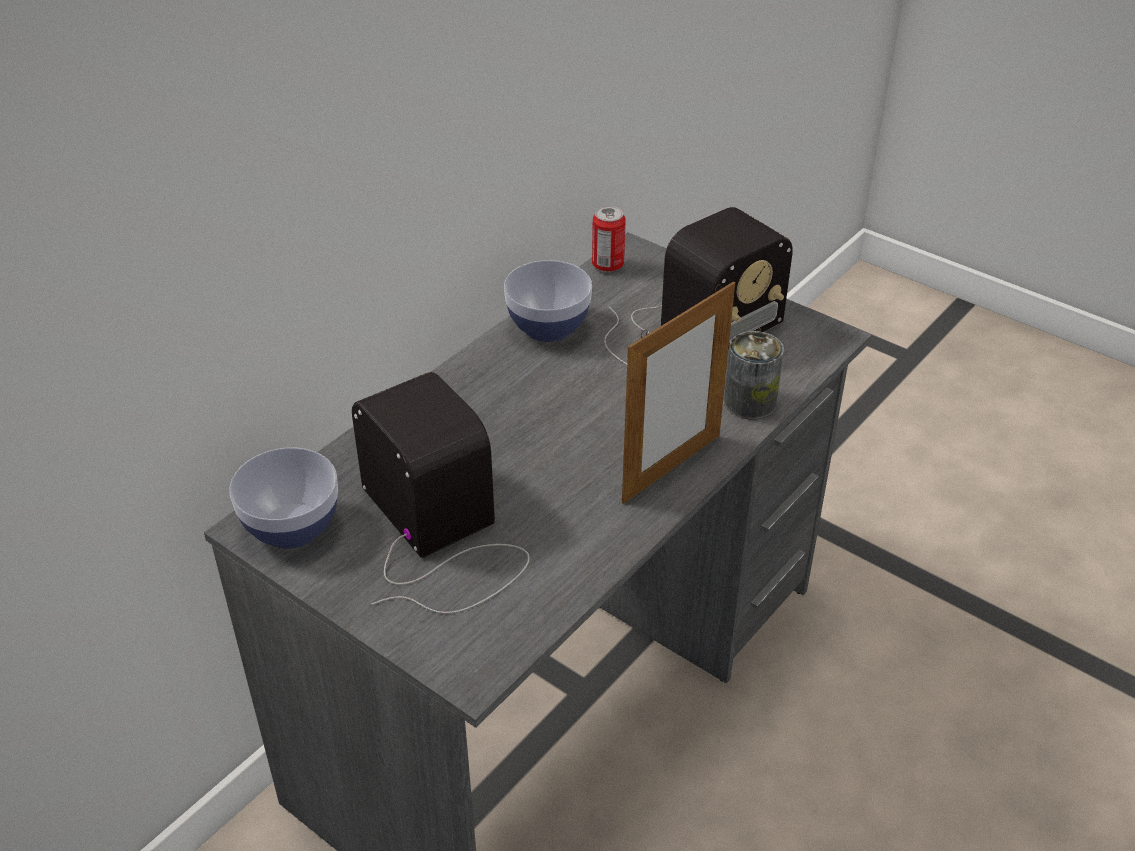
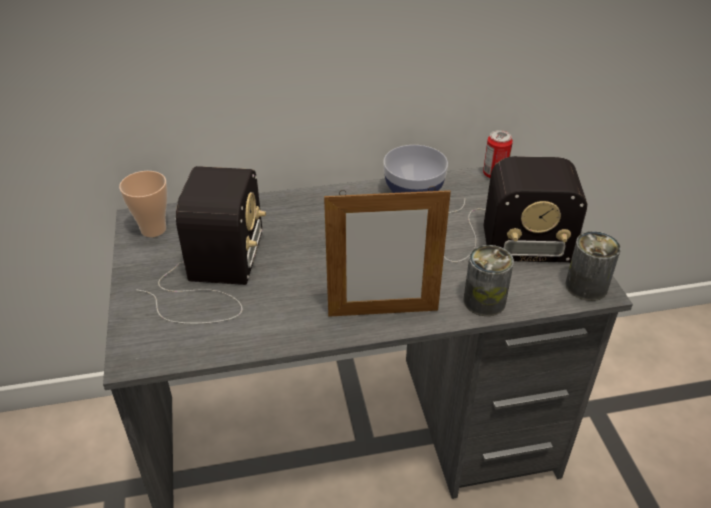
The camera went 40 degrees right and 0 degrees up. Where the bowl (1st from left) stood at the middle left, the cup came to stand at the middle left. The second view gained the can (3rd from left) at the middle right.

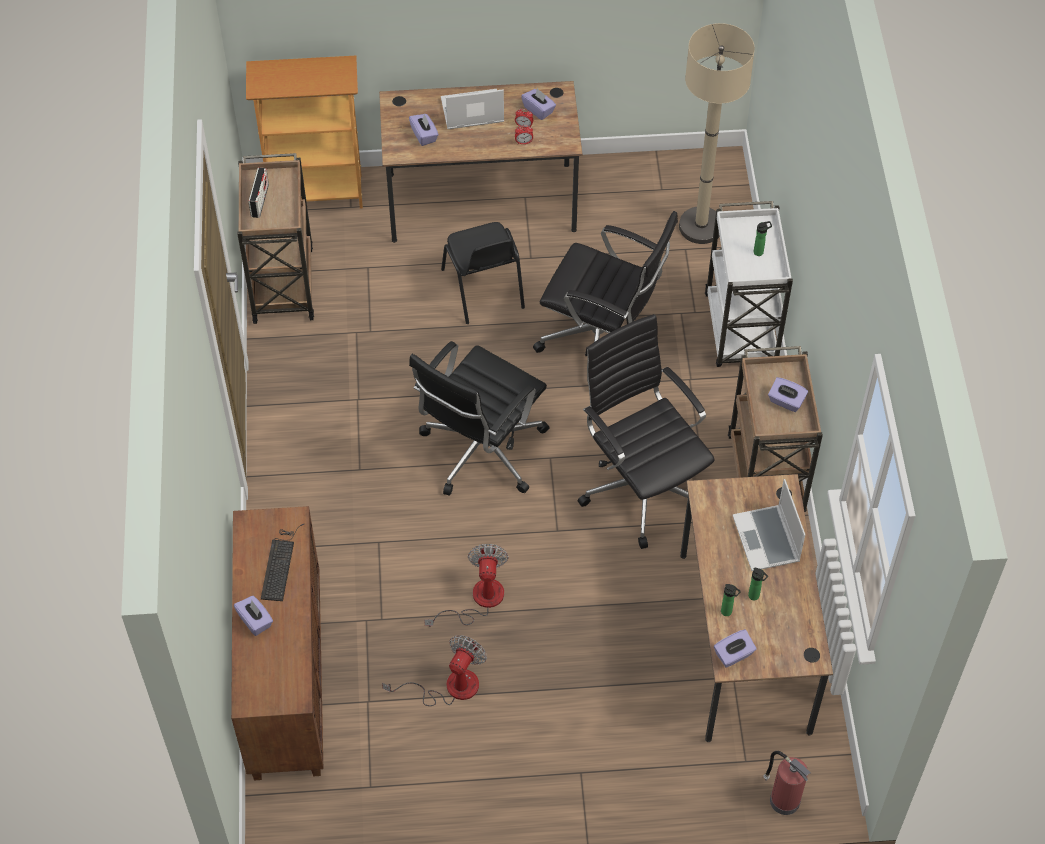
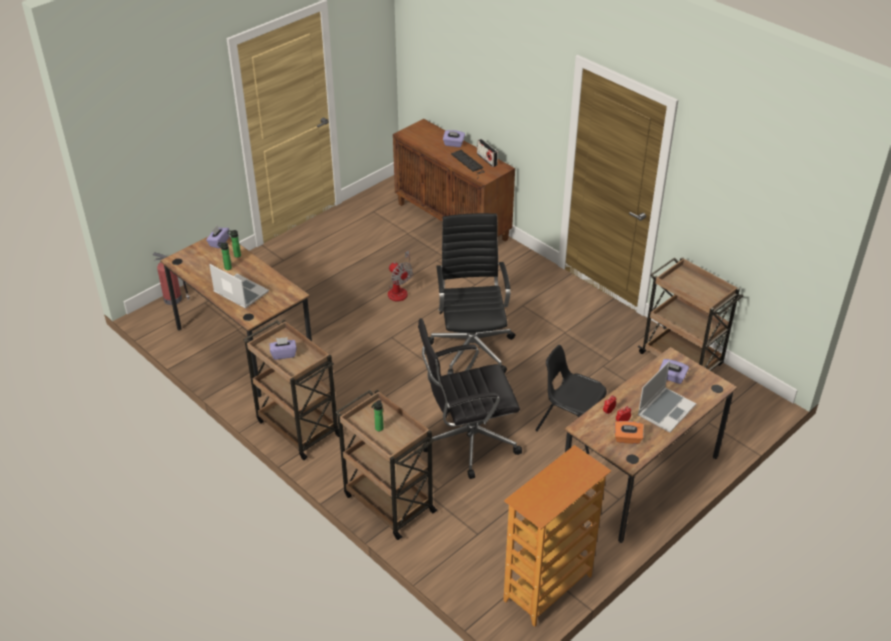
The camera went 140 degrees right and 15 degrees down. What was the white cart at the middle right turned into the brown cart (2nd from left) at the bottom centre. The radio ended up elsewhere, having gone from the top left to the top centre. The bookcase ended up elsewhere, having gone from the top left to the bottom centre. What was the purple tissue box (3rd from left) at the top centre turned into the orange tissue box at the bottom right. The second view lost the fan (1st from left) at the bottom centre. The second view lost the black office chair (3rd from left) at the centre. The second view lost the beige floor lamp at the top right.

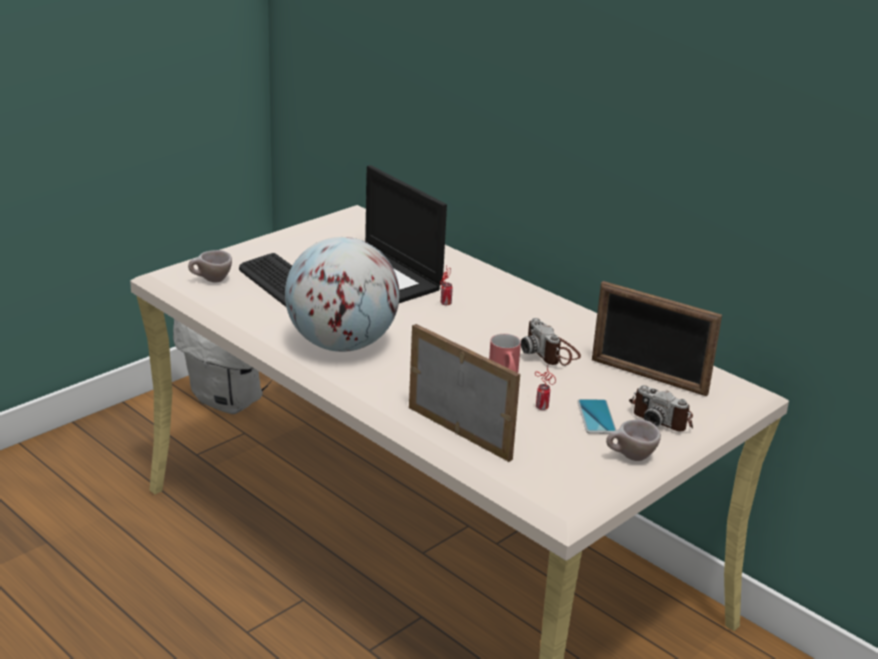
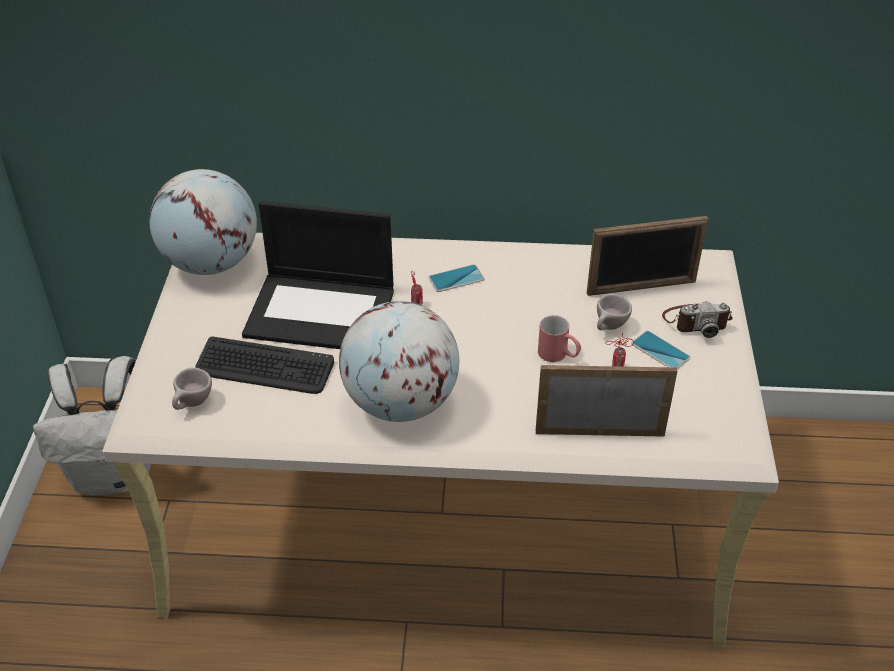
The camera went 40 degrees left and 15 degrees up. The second view gained the globe (1st from left) at the top left. The second view gained the phone (1st from left) at the centre. The beige cup (2nd from left) ended up elsewhere, having gone from the bottom right to the middle right. The second view lost the photo camera (1st from left) at the centre.

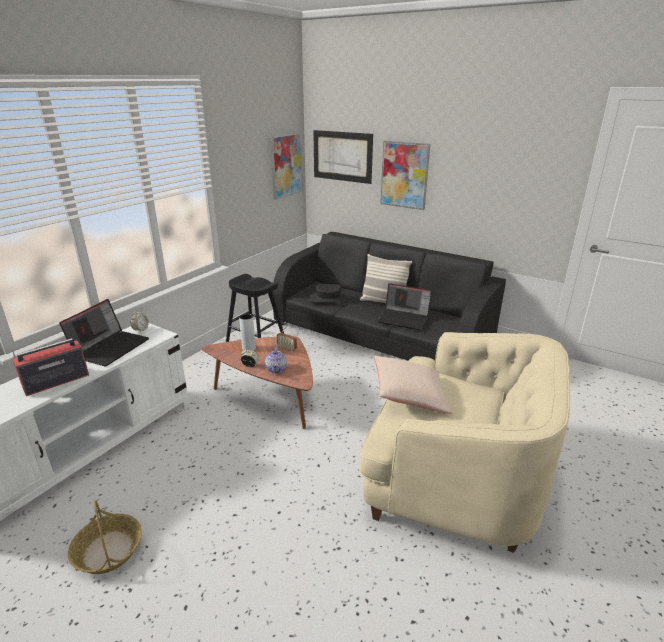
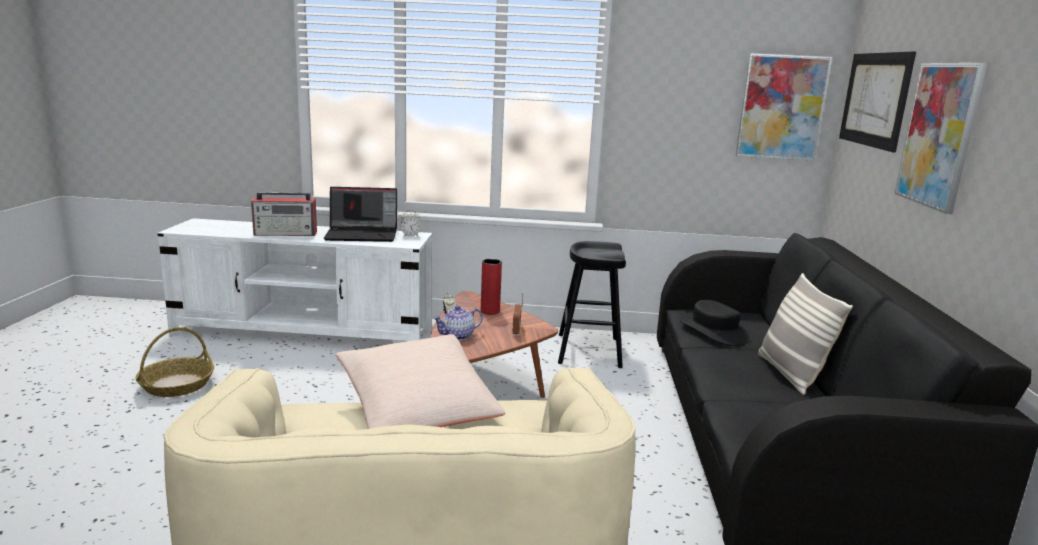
The camera went 60 degrees right and 10 degrees down. The radio (1st from left) at the middle left ended up facing another way, 150 degrees clockwise from before. What was the grey vase at the centre turned into the red vase at the centre. The second view lost the laptop (2nd from left) at the centre.

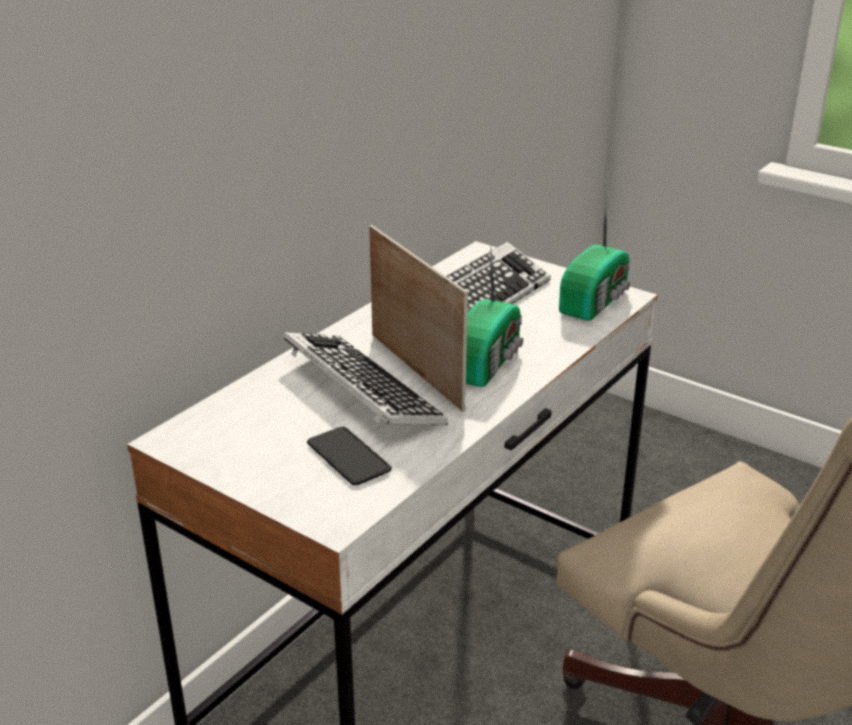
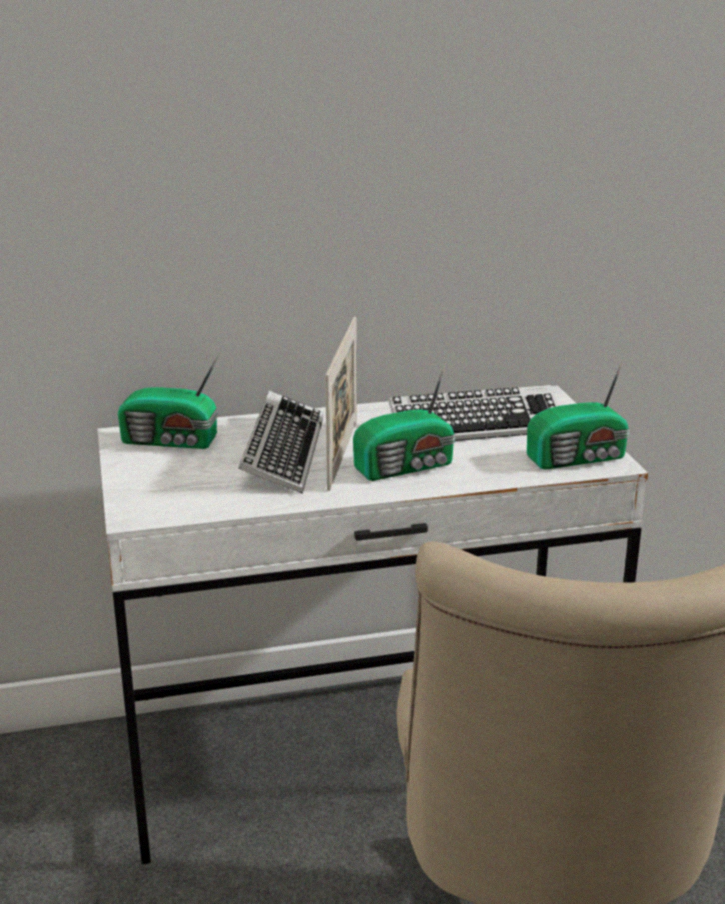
The camera went 40 degrees right and 5 degrees down. The second view gained the radio (1st from left) at the middle left. The second view lost the phone at the centre.

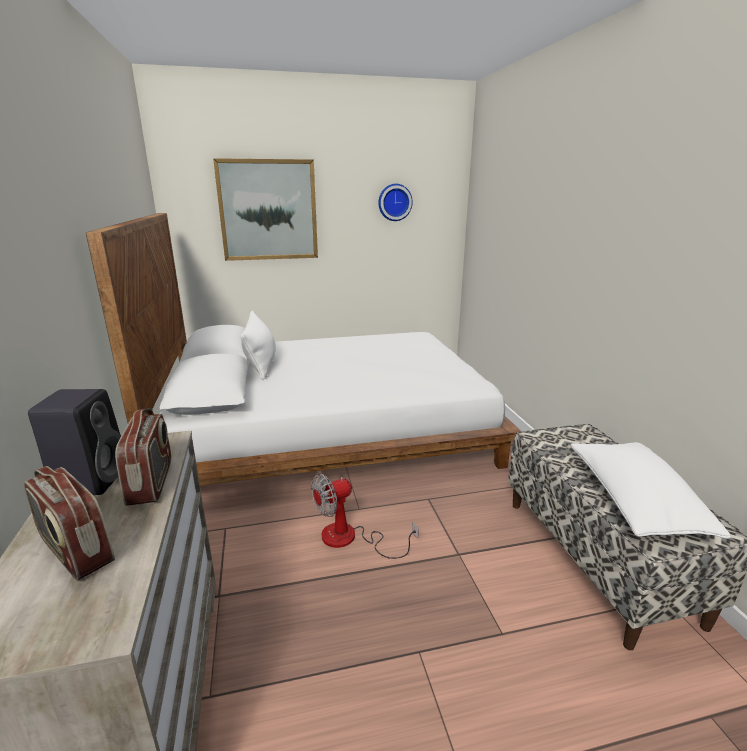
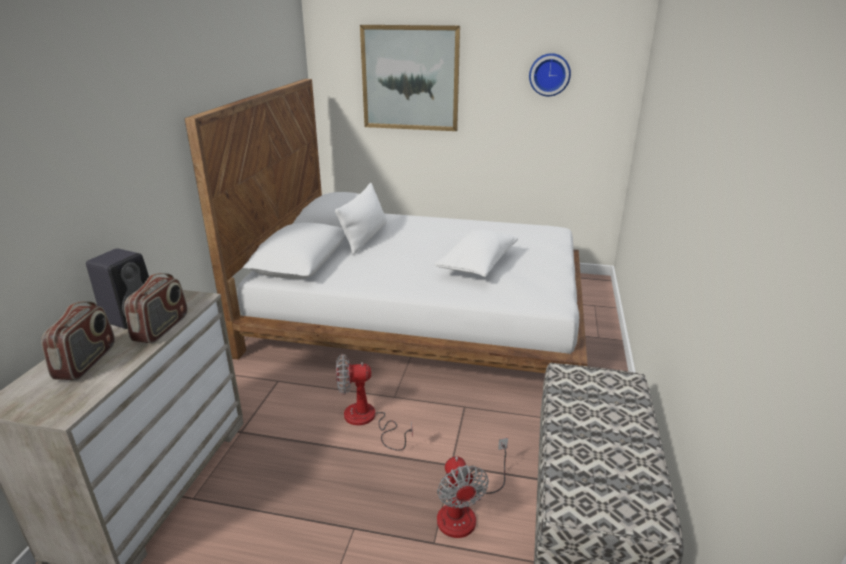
The camera went 25 degrees right and 5 degrees up. The radio (1st from left) at the bottom left ended up facing another way, 150 degrees counterclockwise from before. The white pillow (2nd from left) ended up elsewhere, having gone from the middle right to the centre. The second view gained the fan (2nd from left) at the bottom centre.

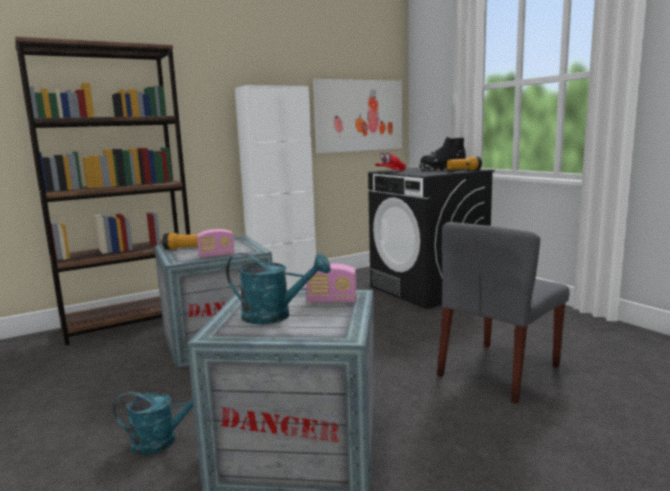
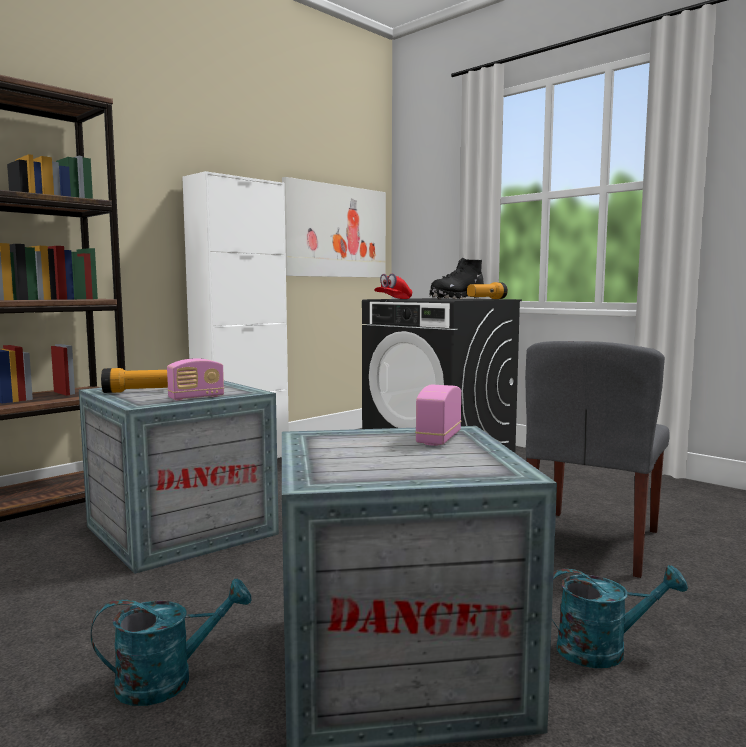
The camera went 15 degrees left and 5 degrees down. The radio (2nd from left) at the centre ended up facing another way, 120 degrees clockwise from before. The turquoise watering can (2nd from left) ended up elsewhere, having gone from the centre to the bottom right.

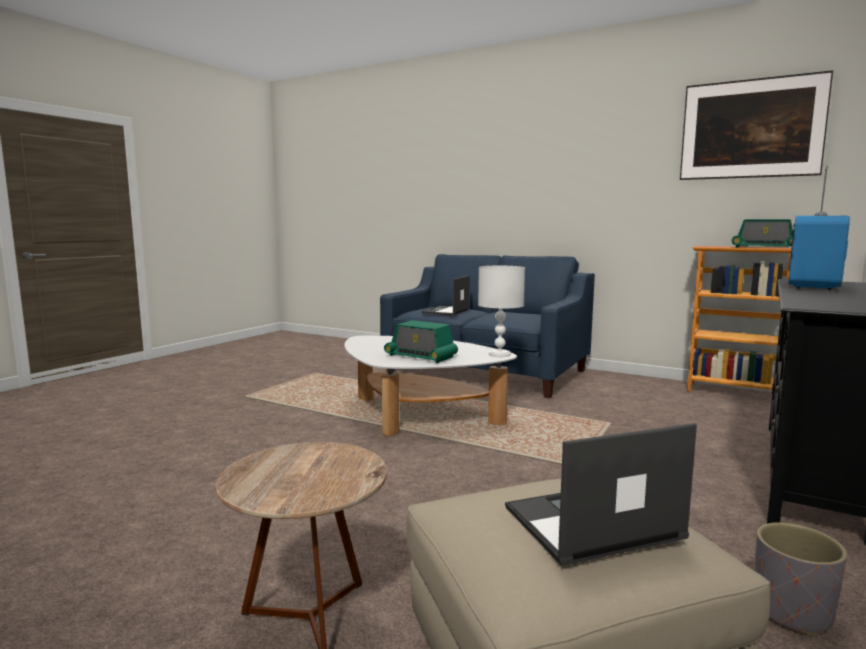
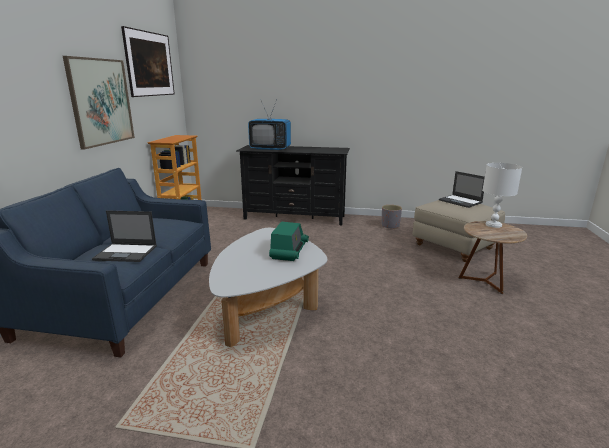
The camera went 110 degrees left and 10 degrees up. The second view gained the picture (1st from left) at the top left. The white table lamp ended up elsewhere, having gone from the centre to the middle right. The second view lost the radio (2nd from left) at the middle right.

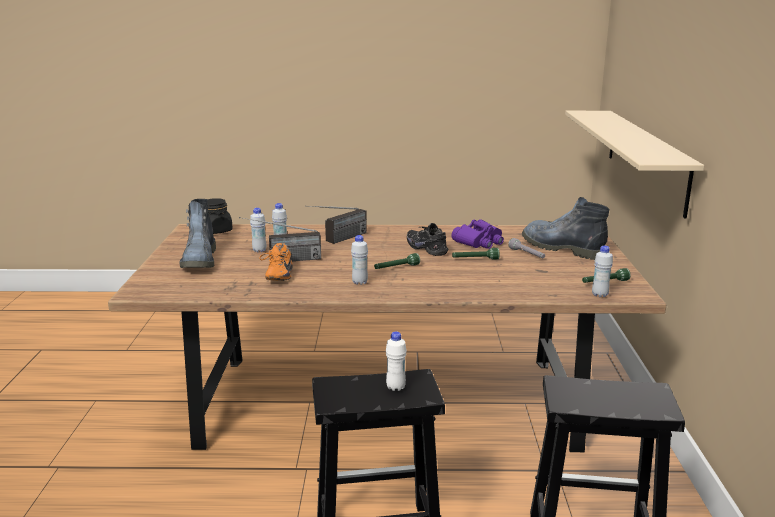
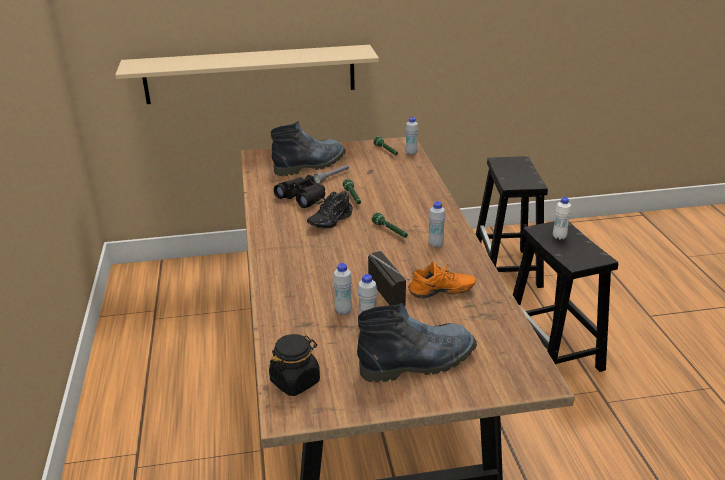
The camera went 100 degrees left and 10 degrees up. The boot (2nd from left in the first image) at the middle right ended up facing another way, 150 degrees counterclockwise from before. What was the purple binoculars at the centre turned into the black binoculars at the centre. The second view lost the radio (2nd from left) at the centre.

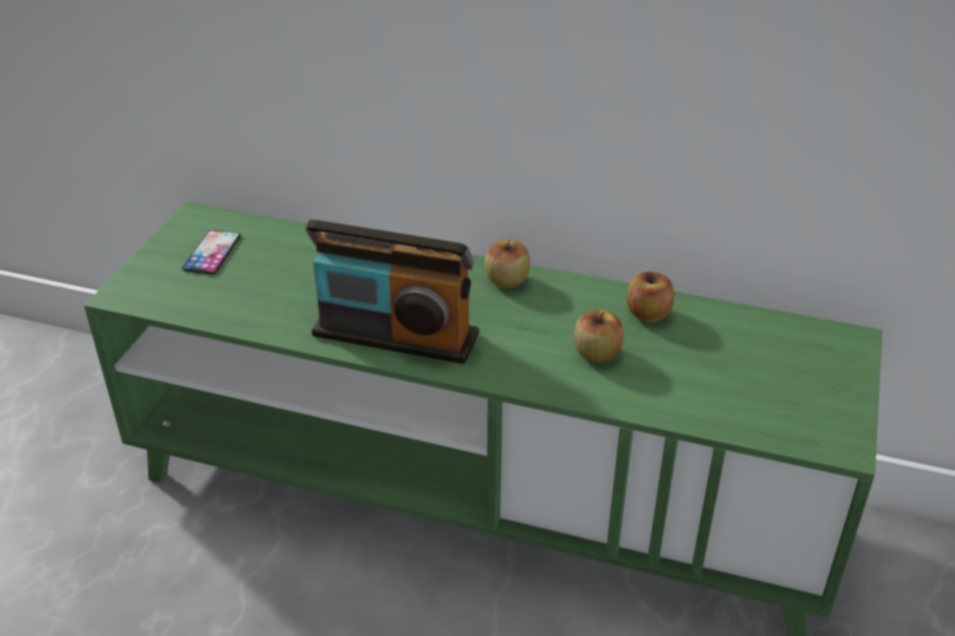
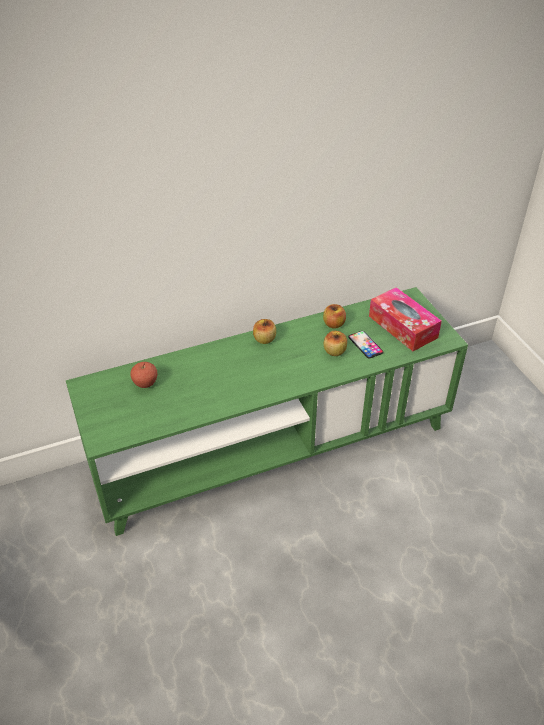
The camera went 40 degrees left and 5 degrees up. The second view gained the apple (1st from left) at the middle left. The phone ended up elsewhere, having gone from the middle left to the middle right. The second view gained the tissue box at the middle right. The second view lost the radio at the centre.

